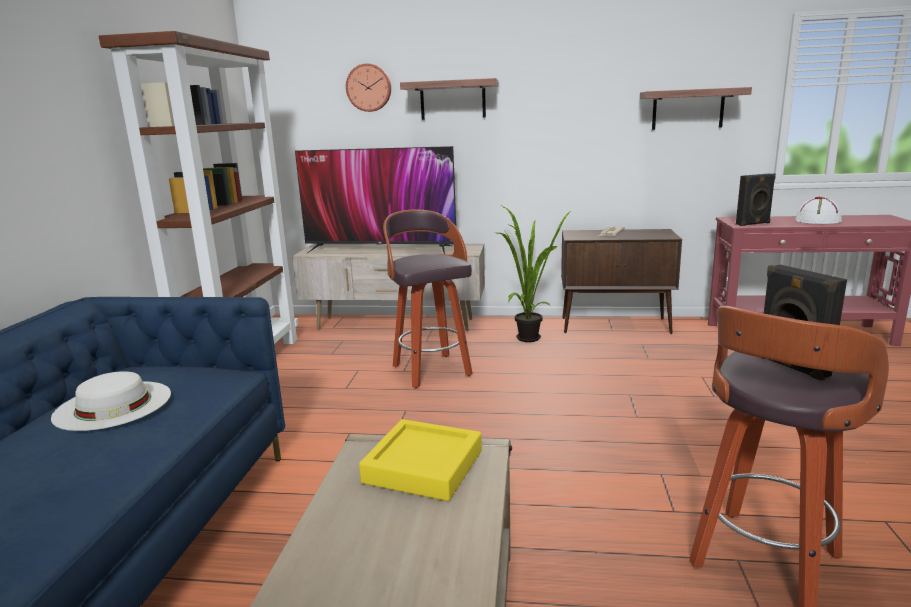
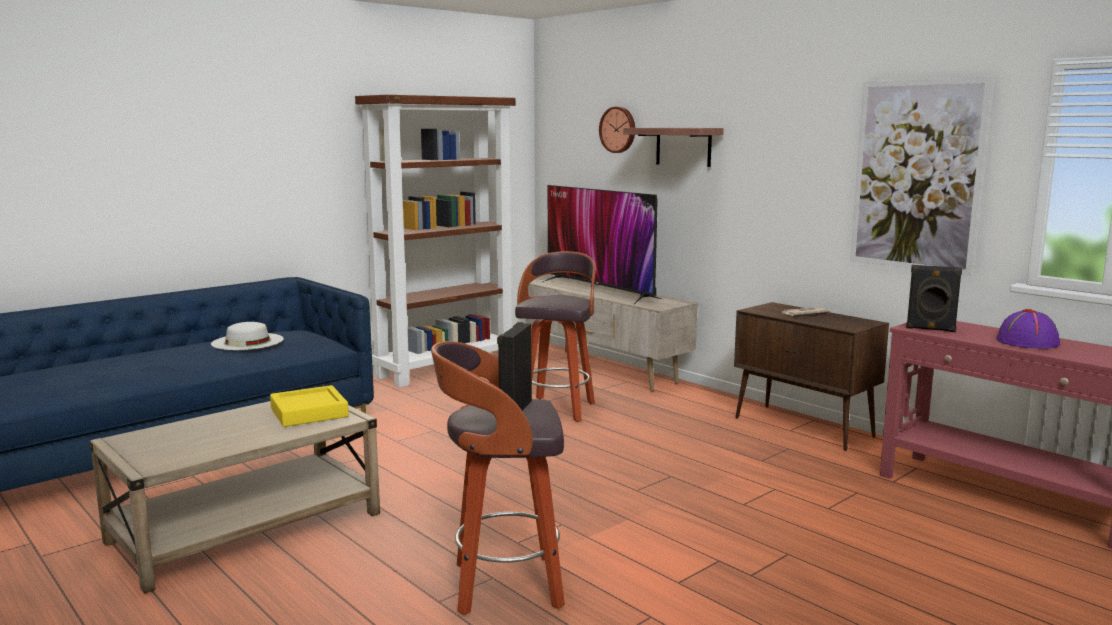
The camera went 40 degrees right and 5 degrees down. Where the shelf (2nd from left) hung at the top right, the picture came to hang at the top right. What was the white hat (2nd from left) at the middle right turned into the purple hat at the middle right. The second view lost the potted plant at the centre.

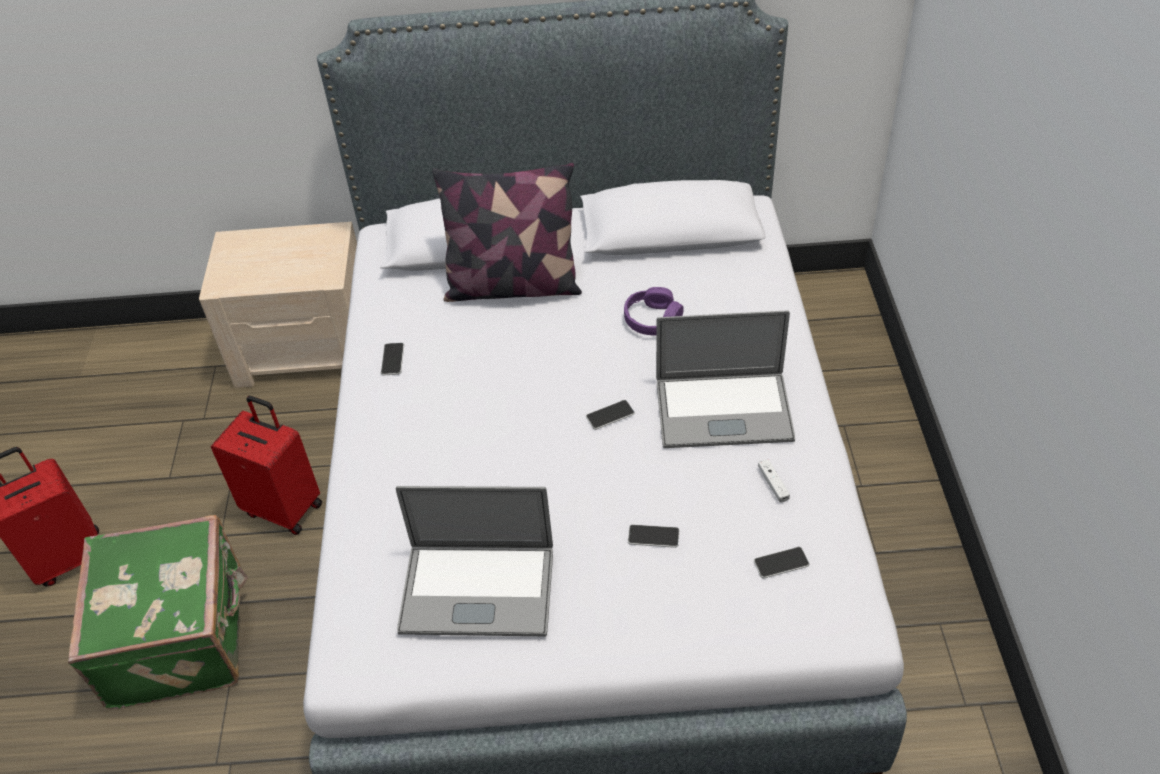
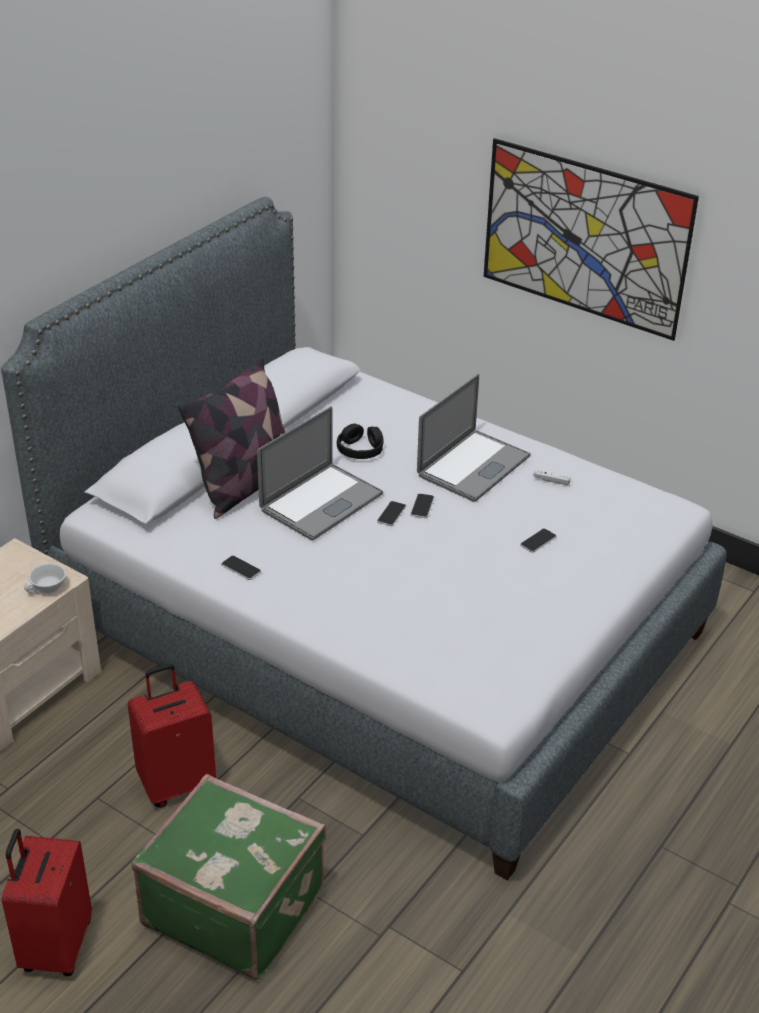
The camera went 55 degrees left and 10 degrees down. The second view gained the white cup at the middle left. The laptop (1st from left) ended up elsewhere, having gone from the bottom centre to the centre. What was the purple headphones at the centre turned into the black headphones at the centre. The phone (4th from left in the first image) ended up elsewhere, having gone from the bottom right to the centre. The second view gained the picture at the top right.

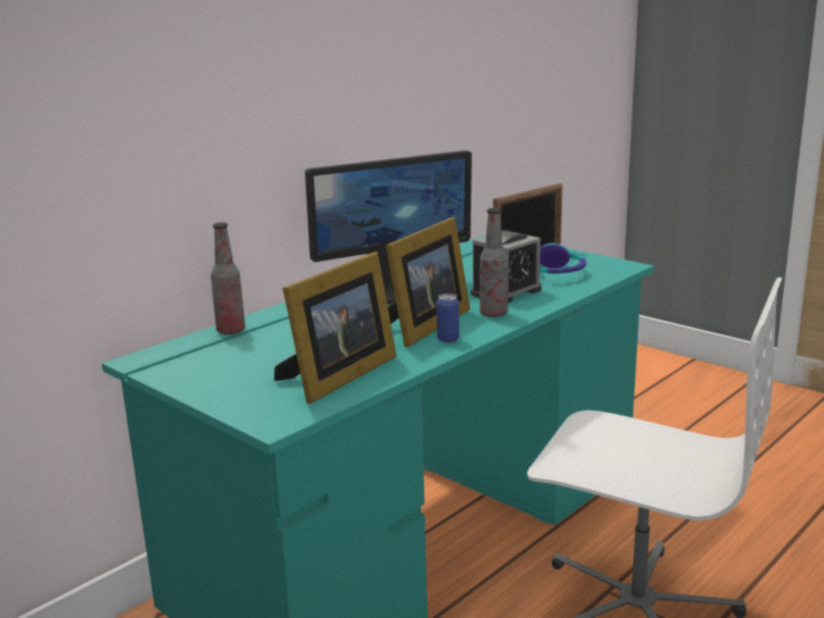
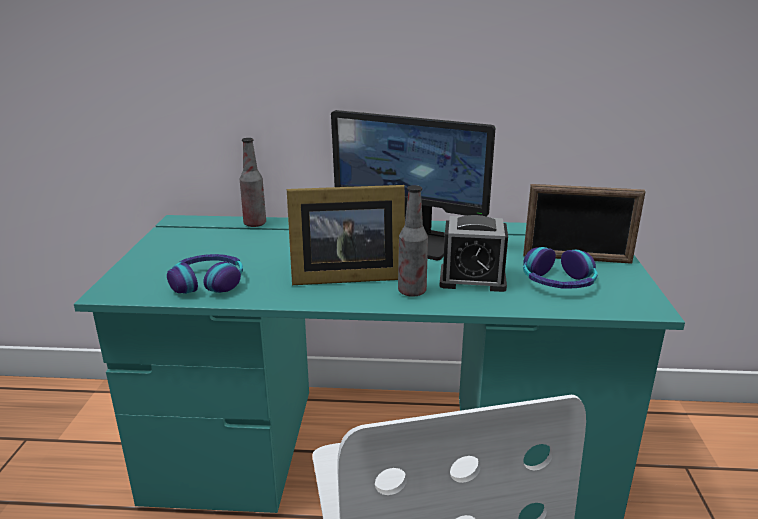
The camera went 50 degrees right and 5 degrees up. Where the picture frame (1st from left) stood at the centre, the headphones (1st from left) came to stand at the middle left. The second view lost the can at the centre.

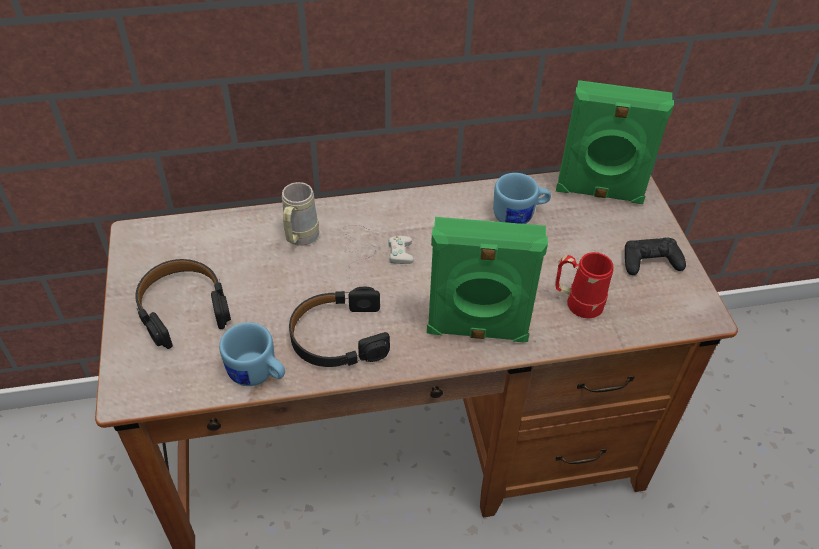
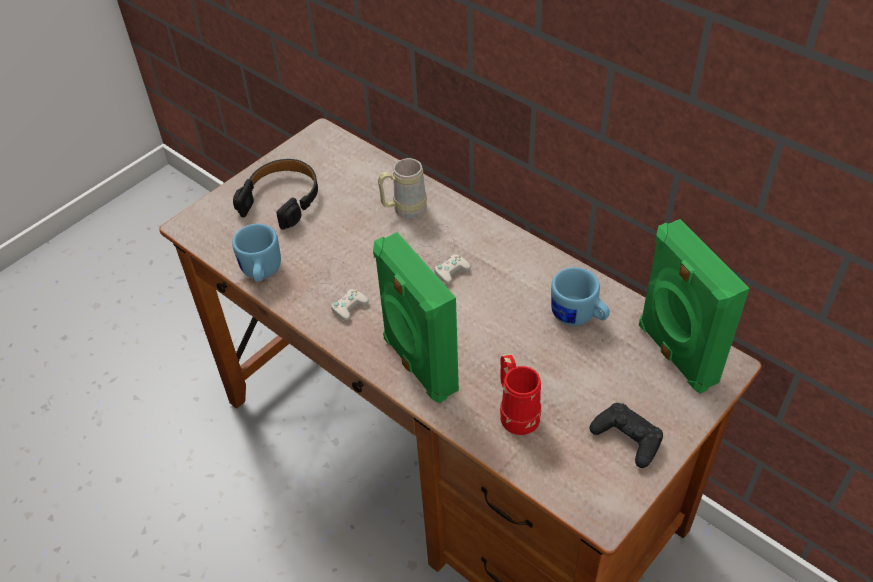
The camera went 55 degrees right and 0 degrees up. Where the black headphones (2nd from left) stood at the centre, the white game controller (1st from left) came to stand at the centre.

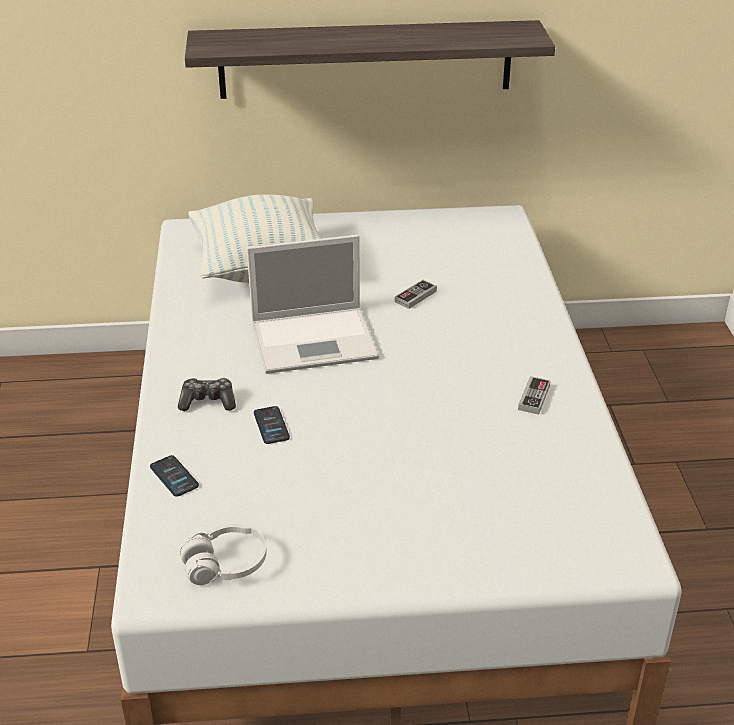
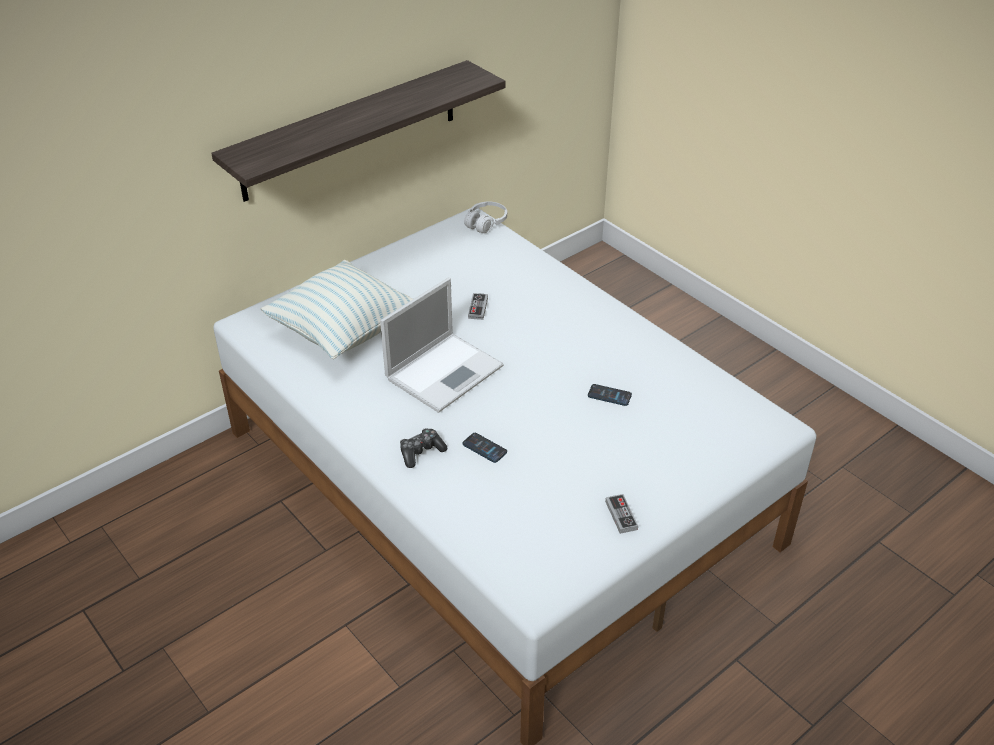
The camera went 35 degrees left and 5 degrees up. The white headphones ended up elsewhere, having gone from the bottom left to the top centre. The phone (1st from left in the first image) ended up elsewhere, having gone from the middle left to the centre. The game controller (3rd from left) ended up elsewhere, having gone from the middle right to the bottom centre.

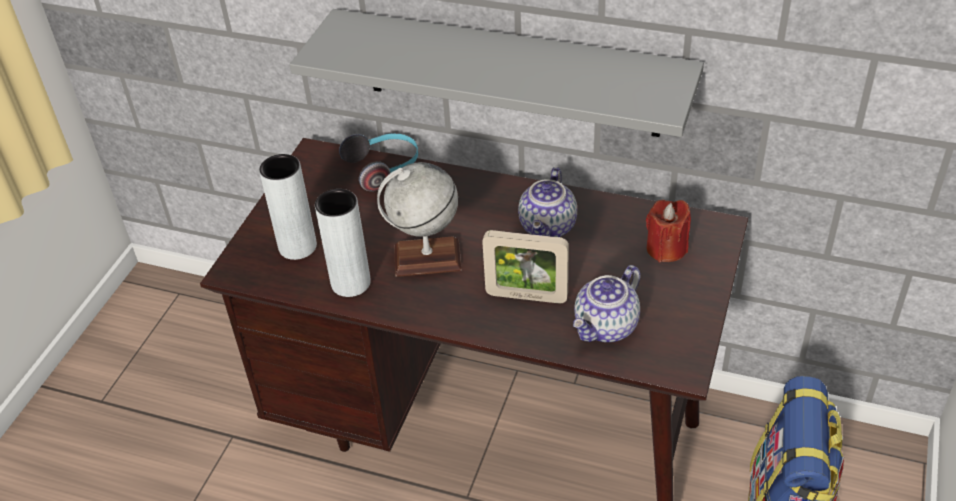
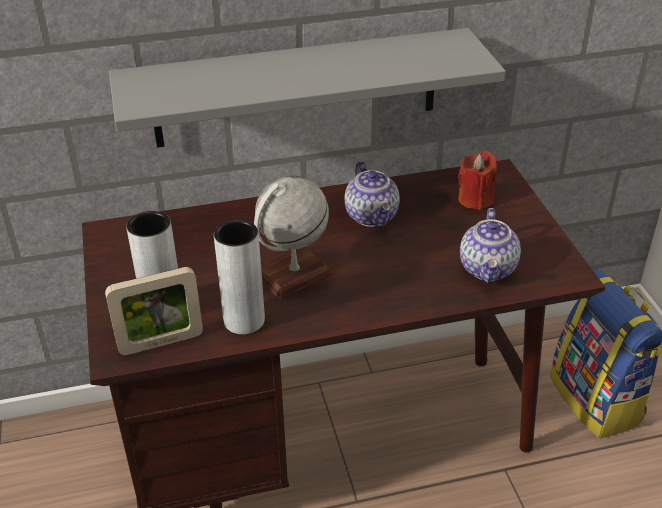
The camera went 35 degrees left and 5 degrees down. The picture frame ended up elsewhere, having gone from the centre to the middle left. The second view lost the headphones at the top centre.

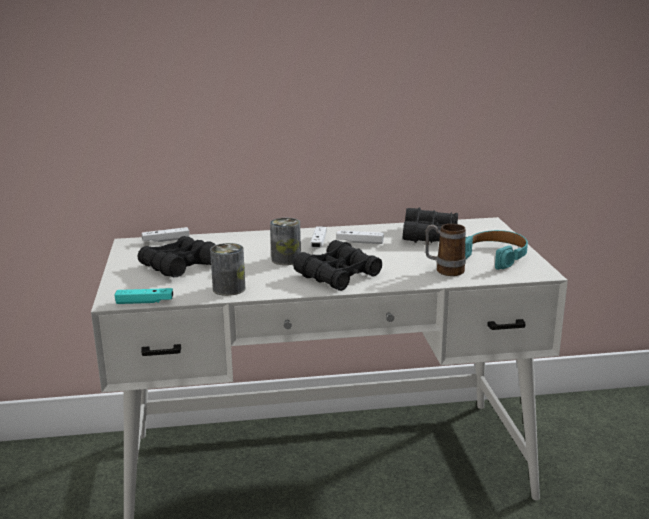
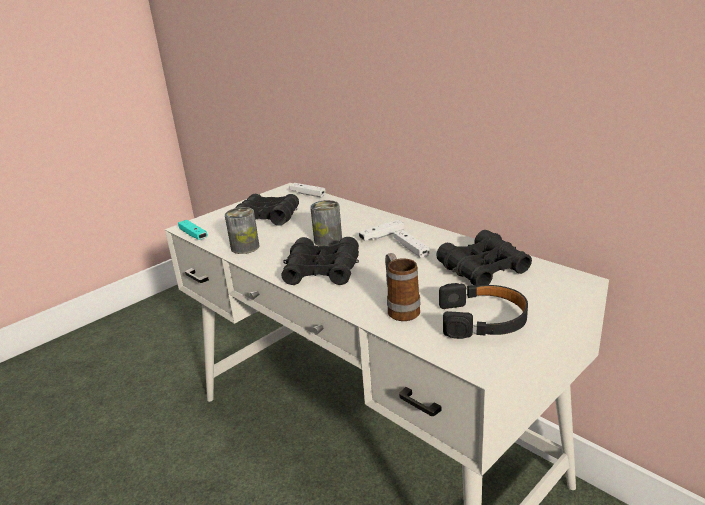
The camera went 55 degrees right and 5 degrees up. What was the turquoise headphones at the middle right turned into the black headphones at the middle right.

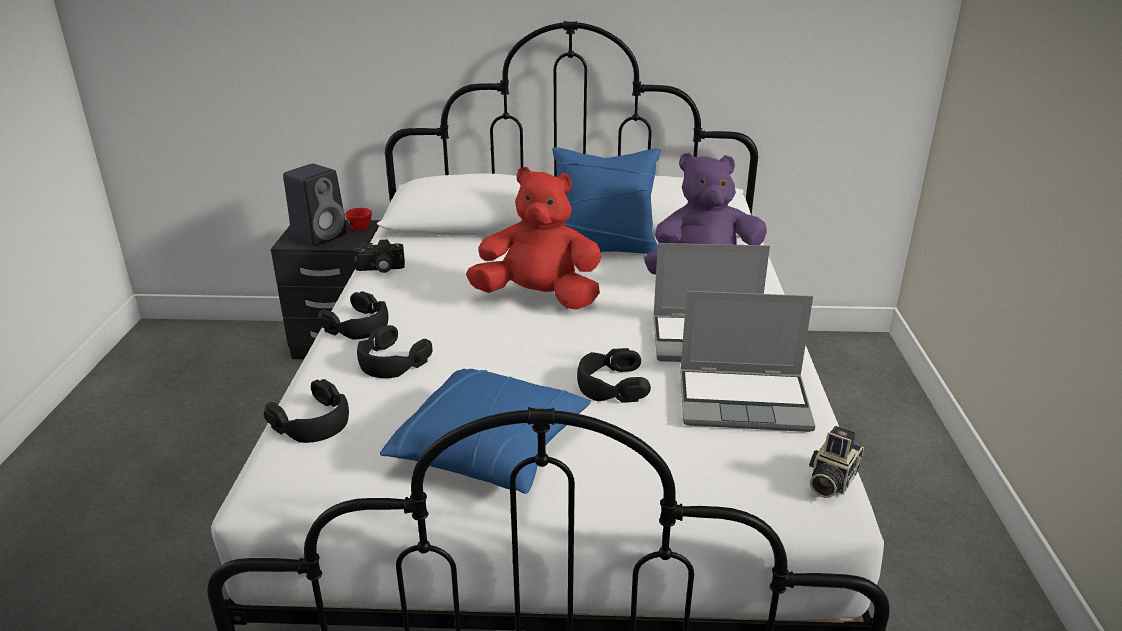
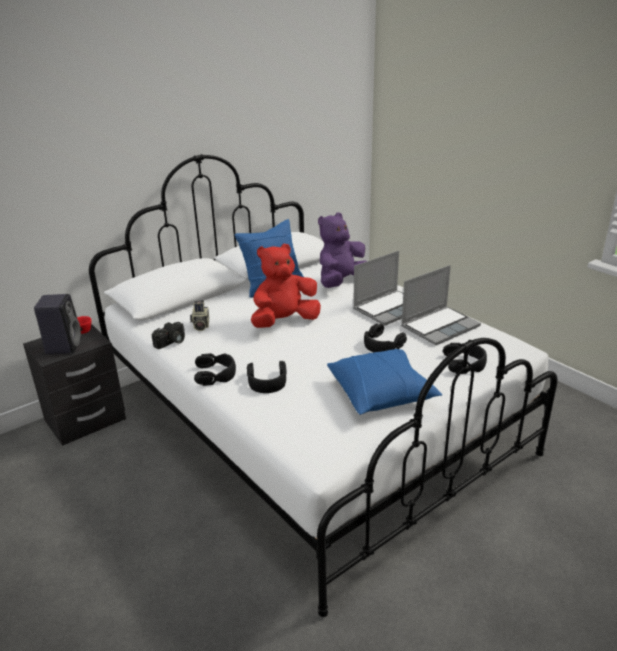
The camera went 40 degrees left and 0 degrees up. The photo camera (2nd from left) ended up elsewhere, having gone from the bottom right to the middle left. The black headphones (1st from left in the first image) ended up elsewhere, having gone from the middle left to the middle right.

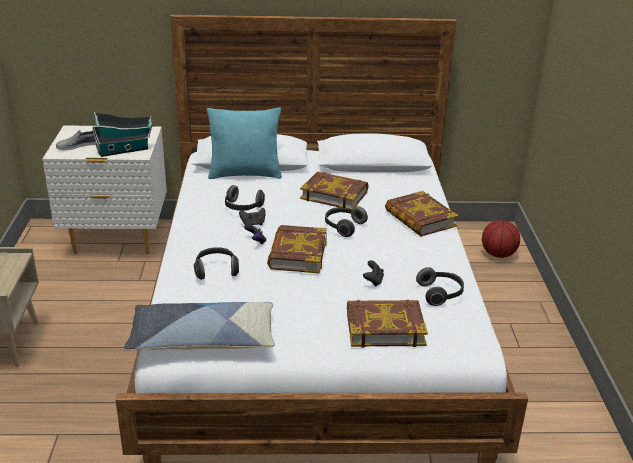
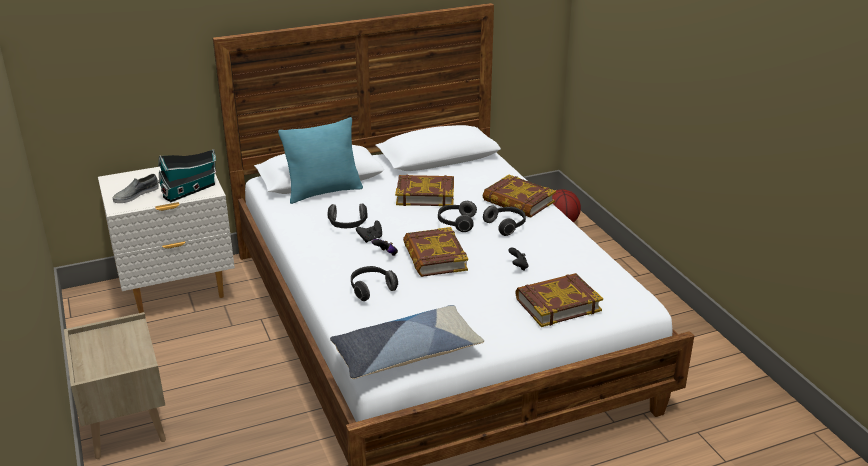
The camera went 20 degrees left and 0 degrees up. The headphones (4th from left) ended up elsewhere, having gone from the middle right to the centre.

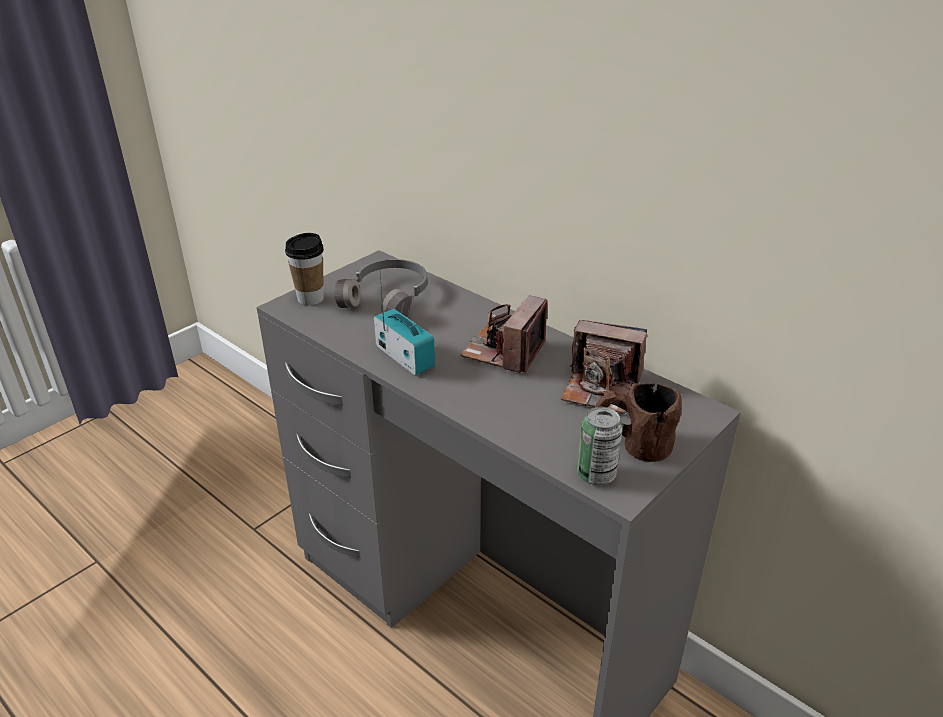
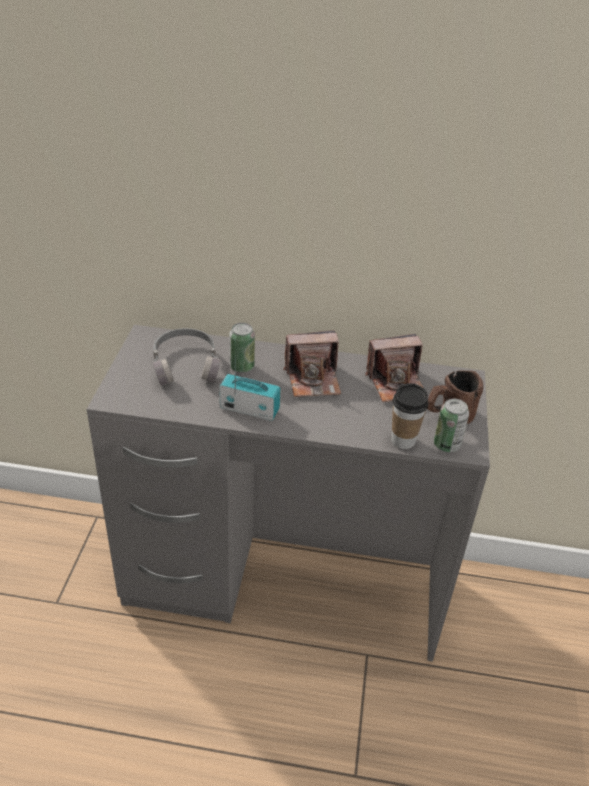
The camera went 35 degrees left and 5 degrees up. The second view gained the can (1st from left) at the centre. The photo camera (1st from left) at the centre ended up facing another way, 90 degrees counterclockwise from before. The cup ended up elsewhere, having gone from the middle left to the middle right.

